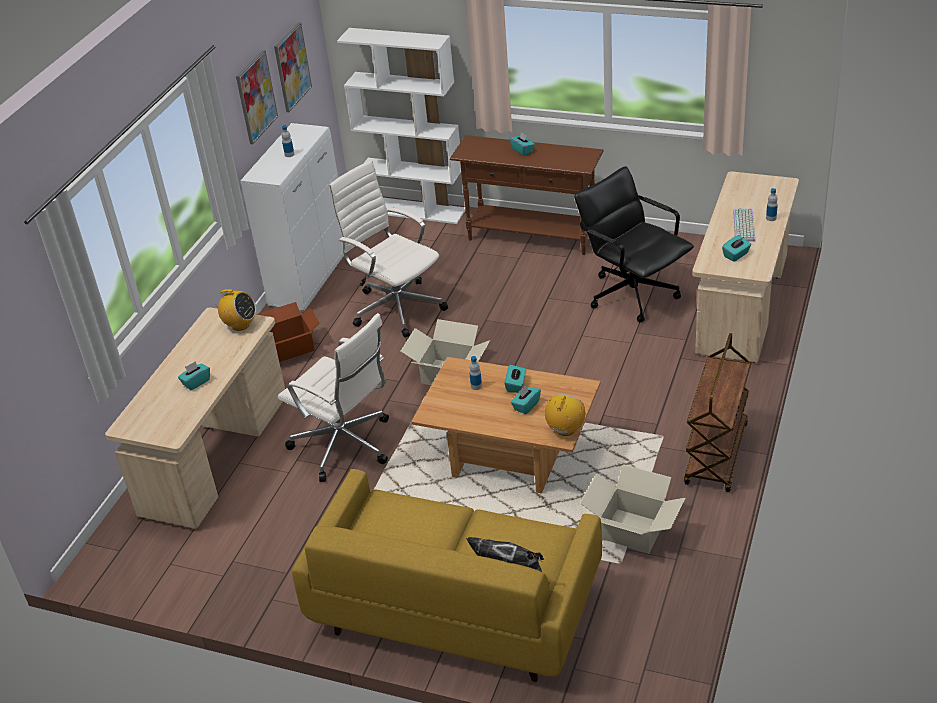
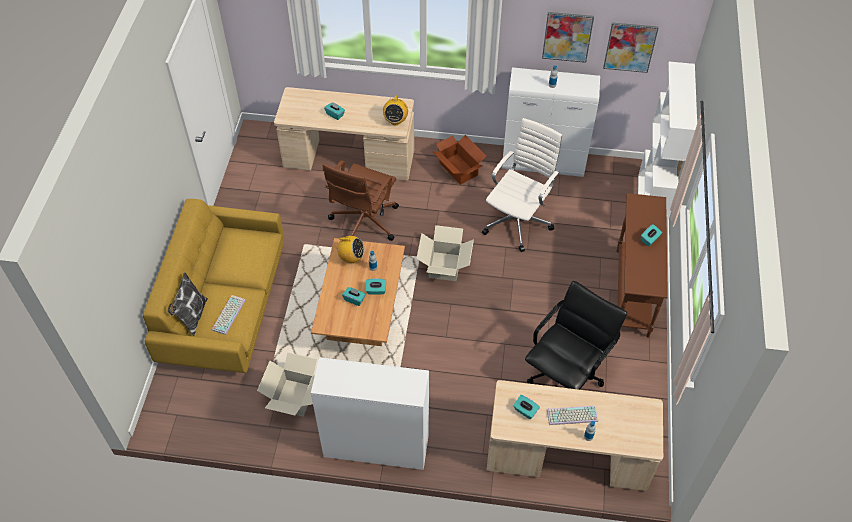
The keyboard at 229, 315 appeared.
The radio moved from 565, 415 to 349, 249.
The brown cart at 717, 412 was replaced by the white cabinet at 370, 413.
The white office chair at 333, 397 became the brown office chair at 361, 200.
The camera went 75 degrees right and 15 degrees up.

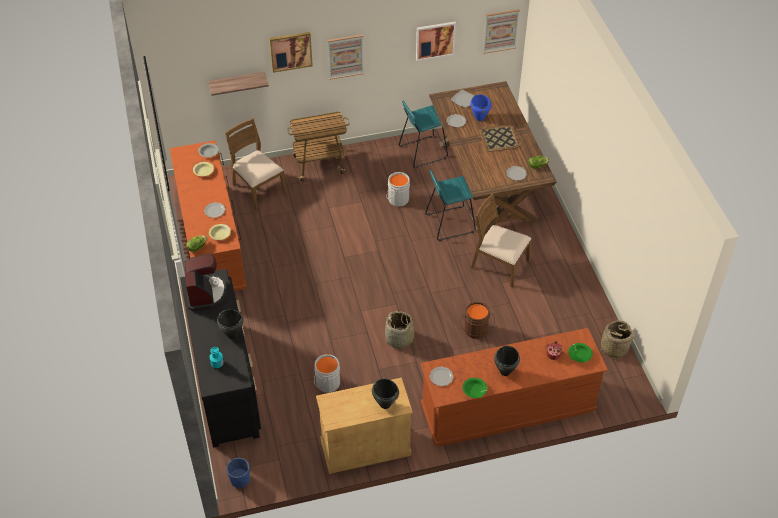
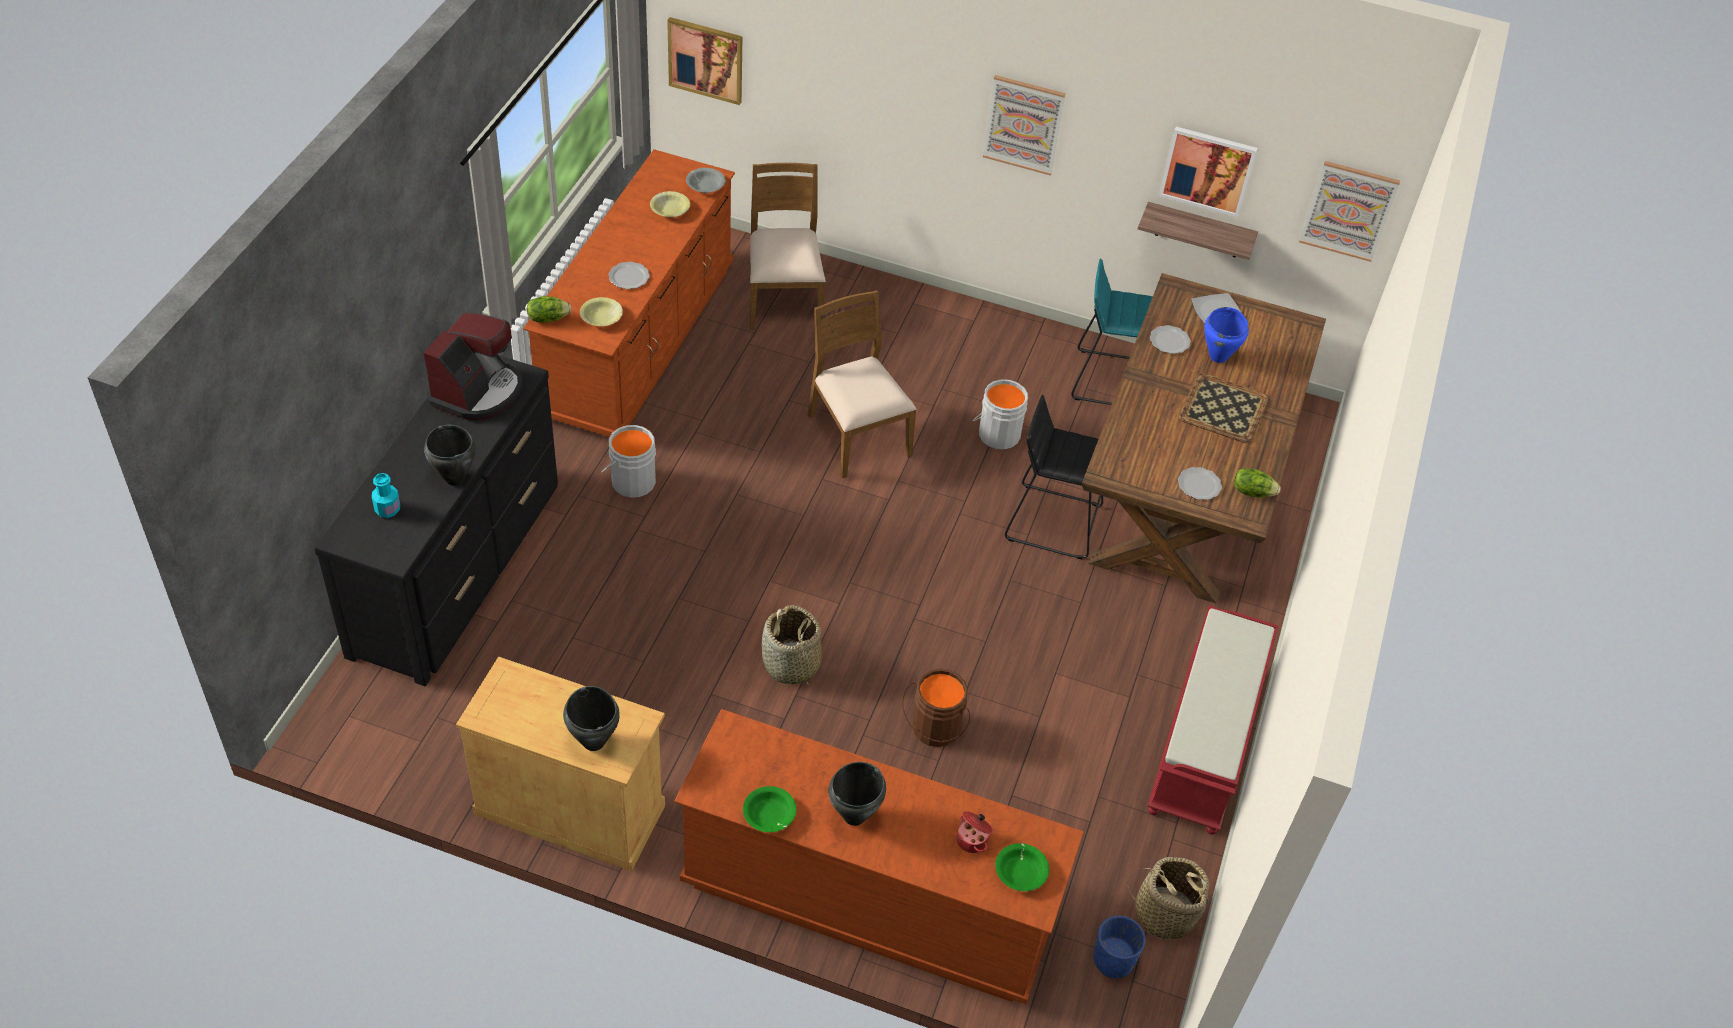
The cart at 318, 146 disappeared.
The plate at 441, 376 disappeared.
The red bench at 1212, 720 appeared.
The shelf moved from 238, 84 to 1198, 231.
The blue planter moved from 238, 473 to 1119, 947.
The picture moved from 291, 52 to 704, 61.
The grey bucket moved from 327, 373 to 628, 461.
The brown chair moved from 501, 240 to 862, 384.
The turquoise stool at 450, 205 became the black stool at 1054, 477.
The camera went 30 degrees right and 0 degrees up.

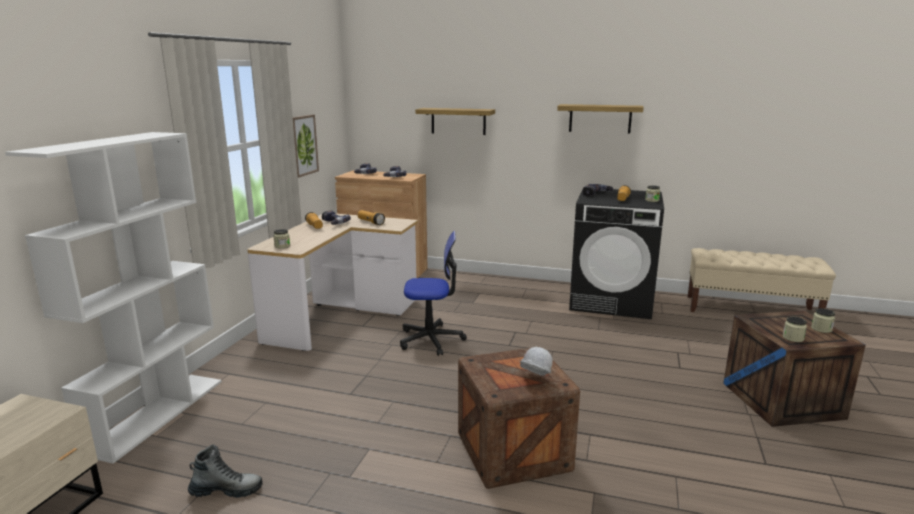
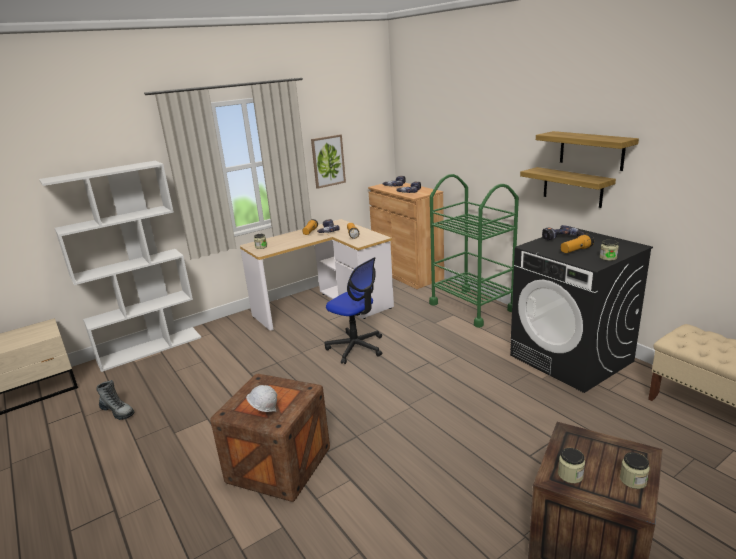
The green cart at 474, 251 appeared.
The shelf moved from 455, 121 to 568, 187.
The camera went 40 degrees right and 5 degrees up.

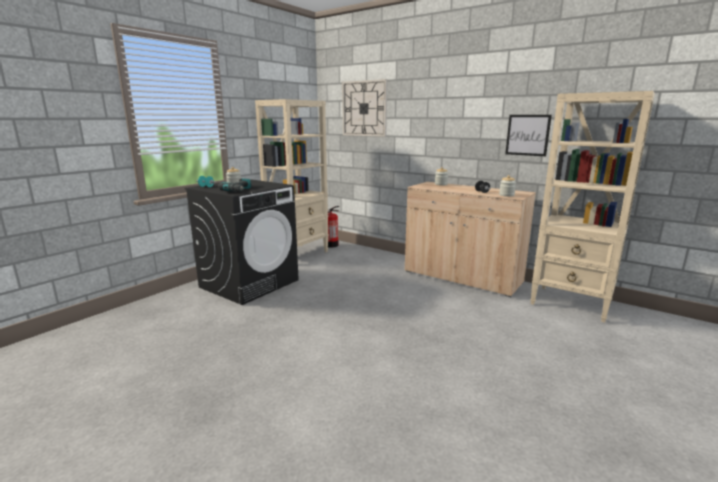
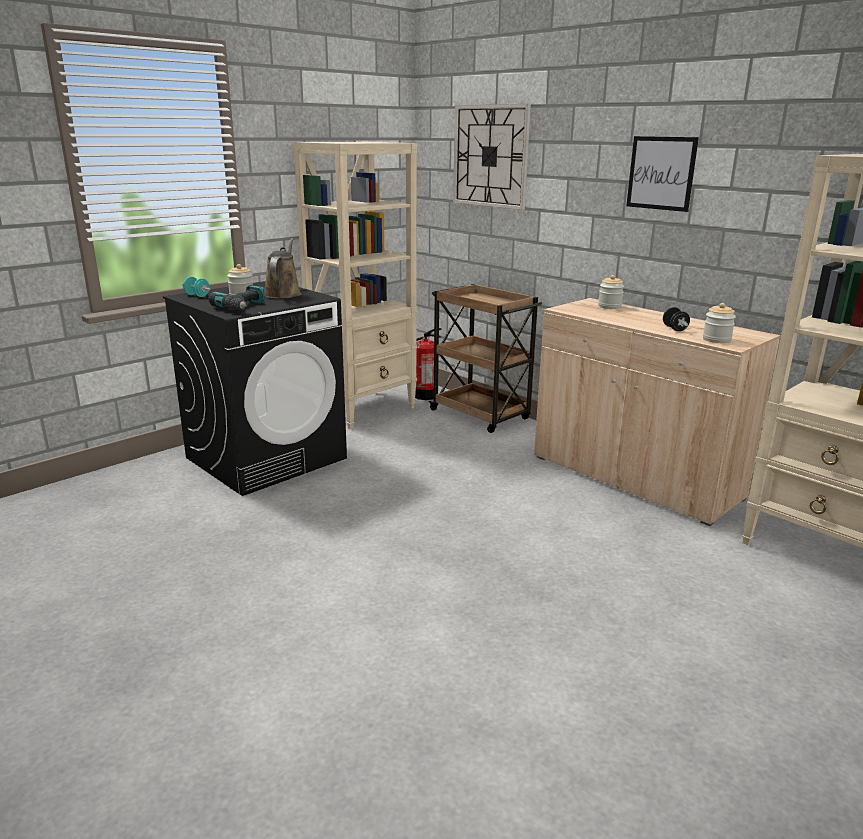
The brown watering can at 282, 268 appeared.
The brown cart at 485, 358 appeared.
The picture moved from 528, 135 to 662, 174.
The camera went 10 degrees right and 5 degrees up.

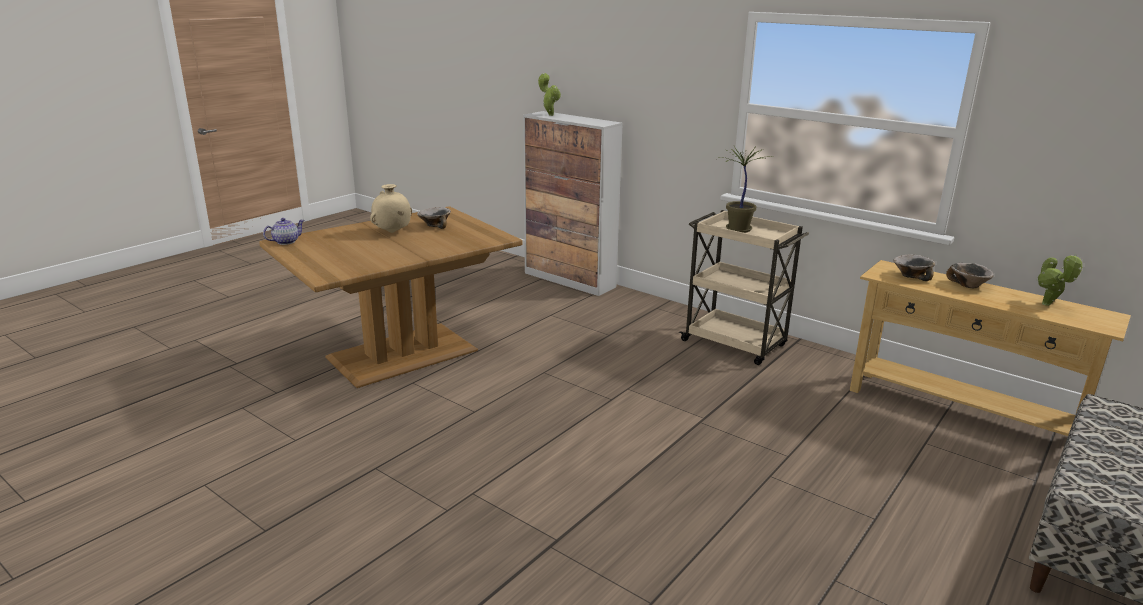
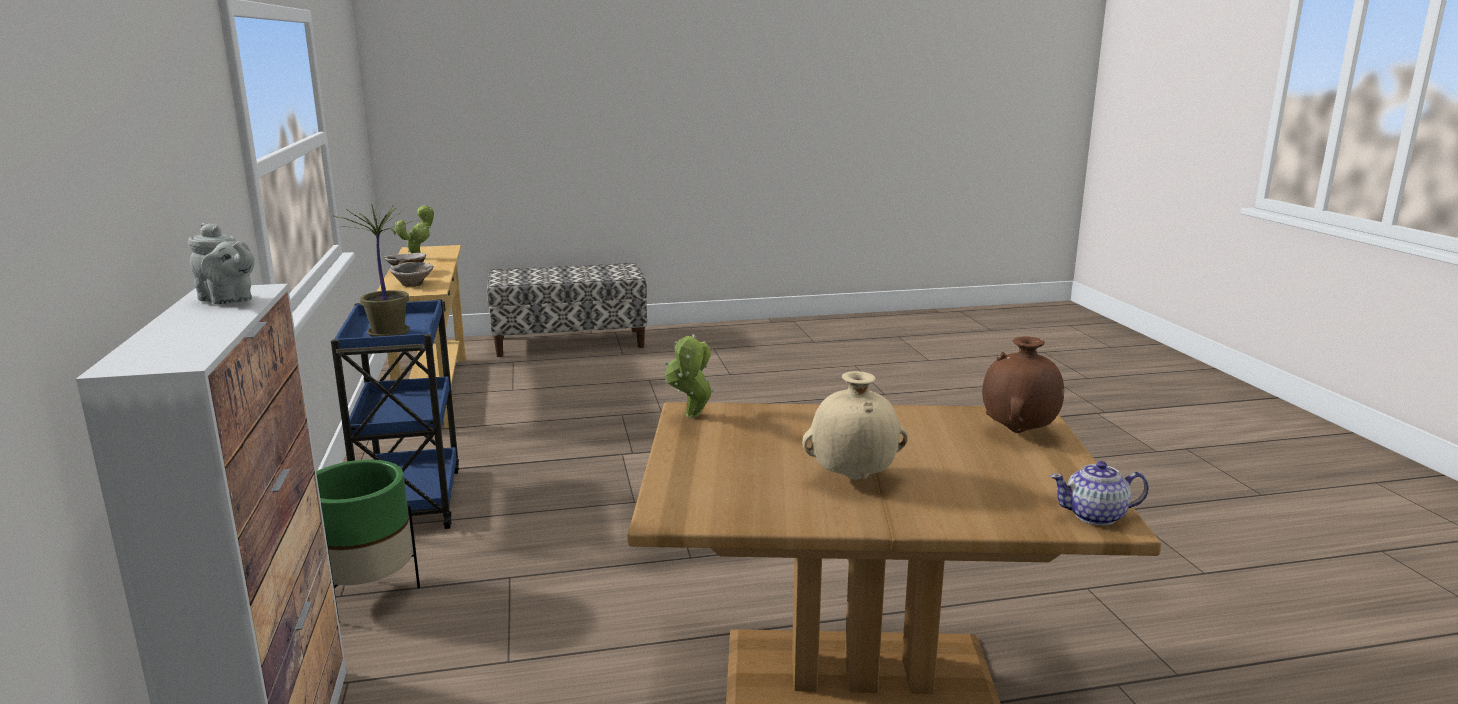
The bowl at 434, 218 disappeared.
The grey teapot at 221, 263 appeared.
The green planter at 368, 540 appeared.
The brown vase at 1023, 384 appeared.
The potted plant moved from 549, 94 to 689, 376.
The beige cart at 744, 287 became the blue cart at 395, 414.
The camera went 140 degrees left and 5 degrees down.

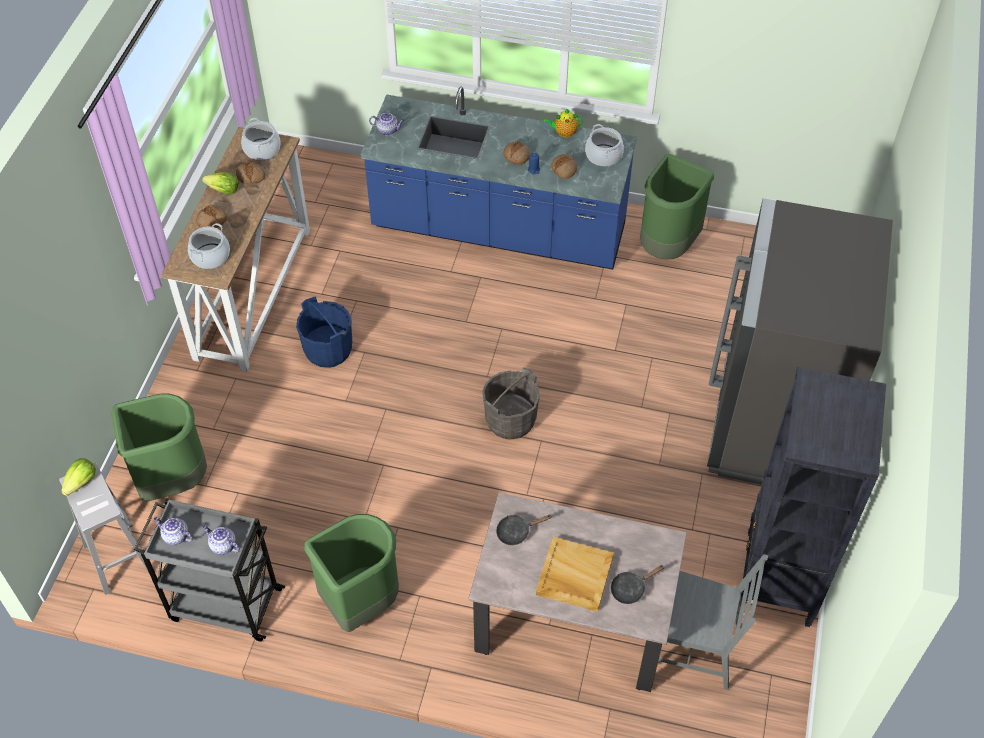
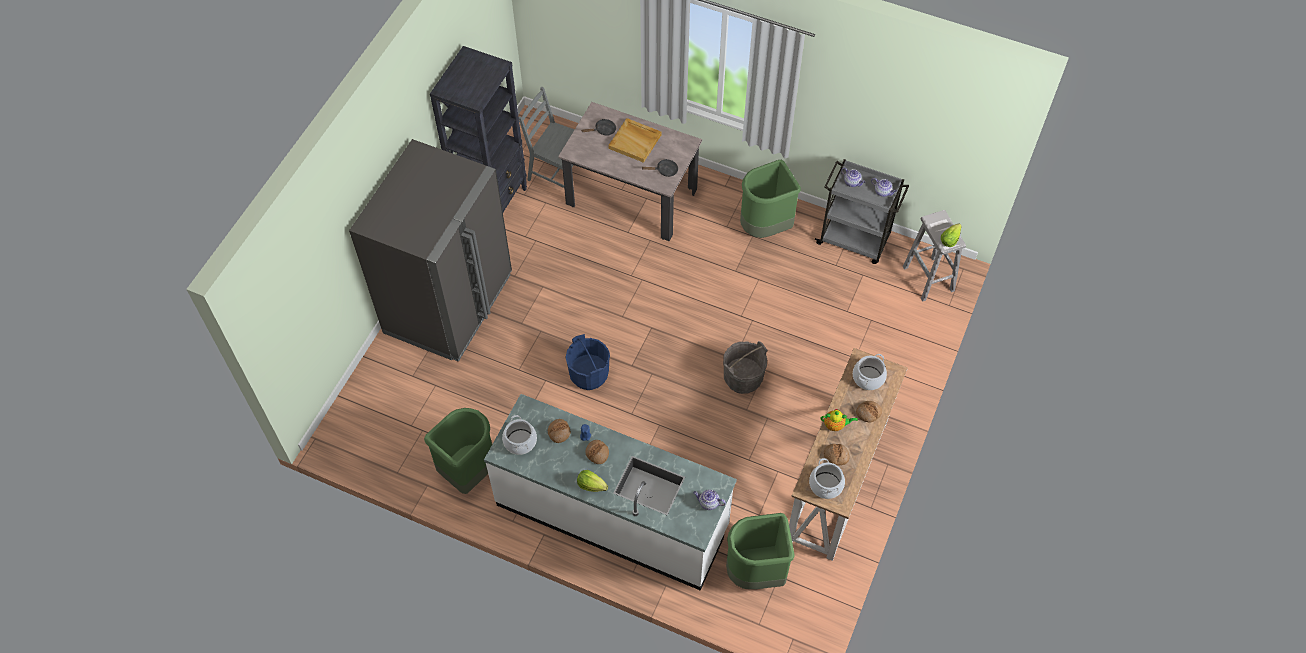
The green trash can moved from 159, 448 to 760, 551.
The lettuce moved from 220, 183 to 592, 481.
The blue bucket moved from 324, 332 to 587, 362.
The grey bucket moved from 511, 403 to 745, 367.
The teapot moved from 563, 123 to 839, 420.
The blue counter at 499, 178 became the white counter at 610, 492.
The camera went 170 degrees left and 5 degrees up.

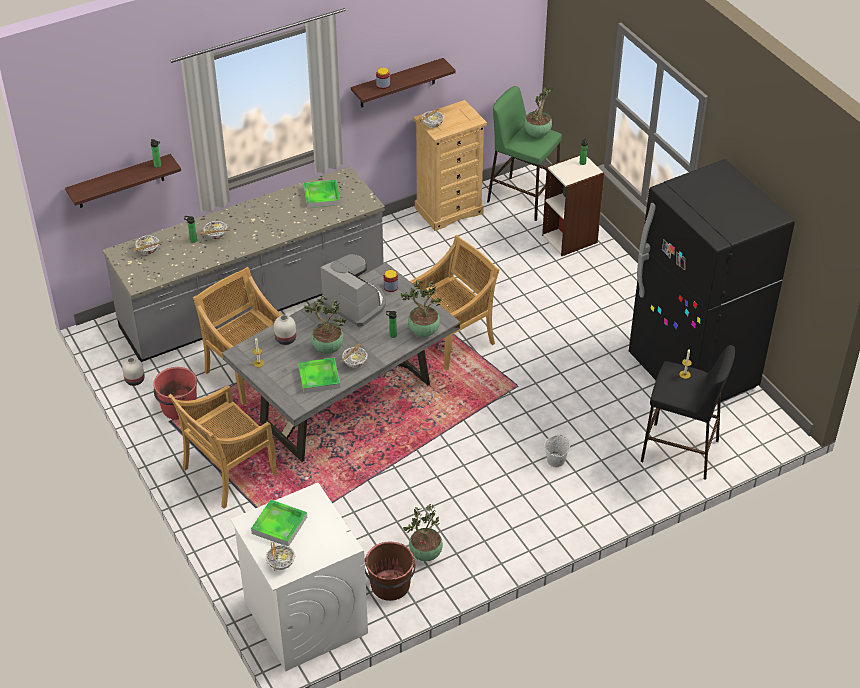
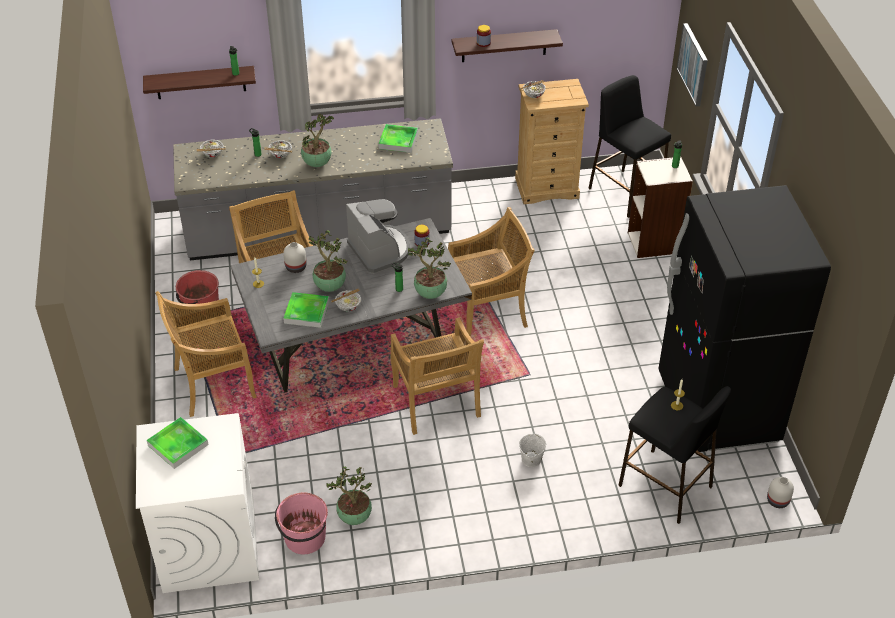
The bowl at 280, 556 disappeared.
The beige chair at 437, 376 appeared.
The picture at 692, 64 appeared.
The white vase moved from 133, 372 to 780, 492.
The potted plant moved from 538, 112 to 317, 140.
The brown bucket at 390, 571 became the pink bucket at 301, 523.
The green stool at 524, 153 became the black stool at 629, 146.
The camera went 20 degrees right and 0 degrees up.

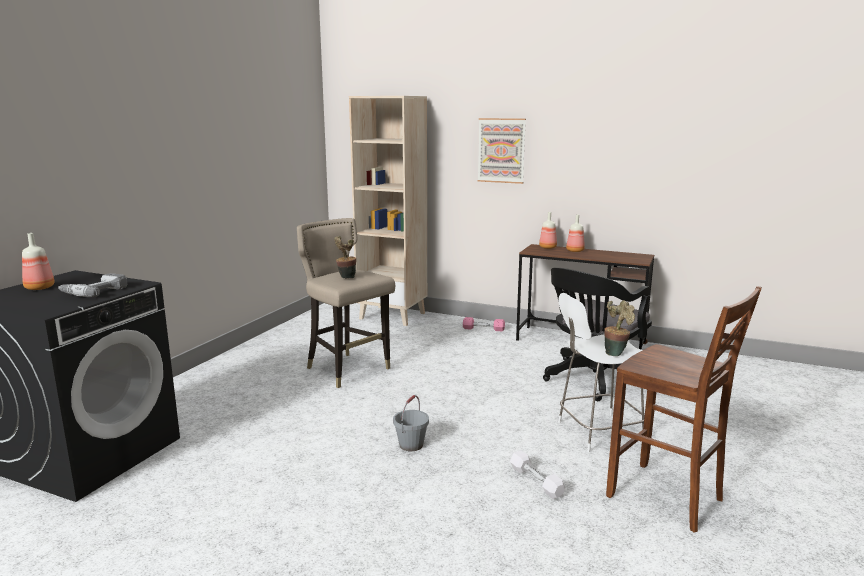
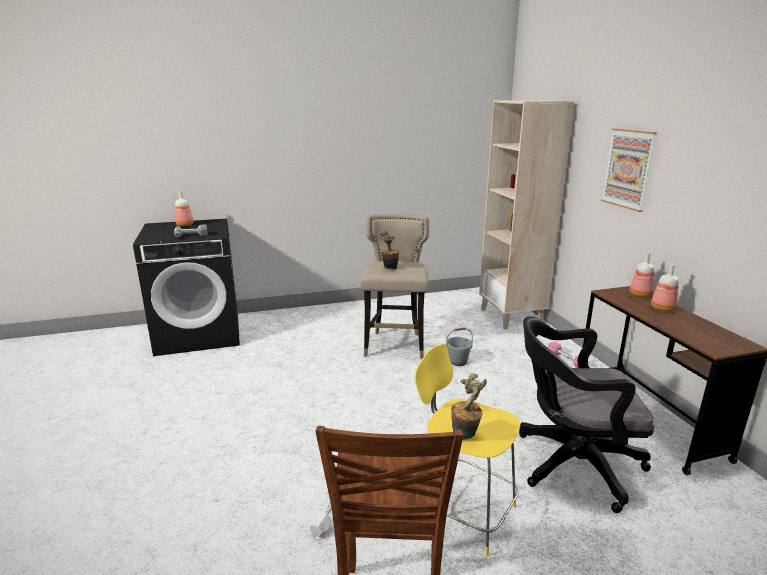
The grey bucket moved from 411, 423 to 459, 347.
The white stool at 601, 372 became the yellow stool at 467, 450.
The camera went 50 degrees right and 5 degrees up.

